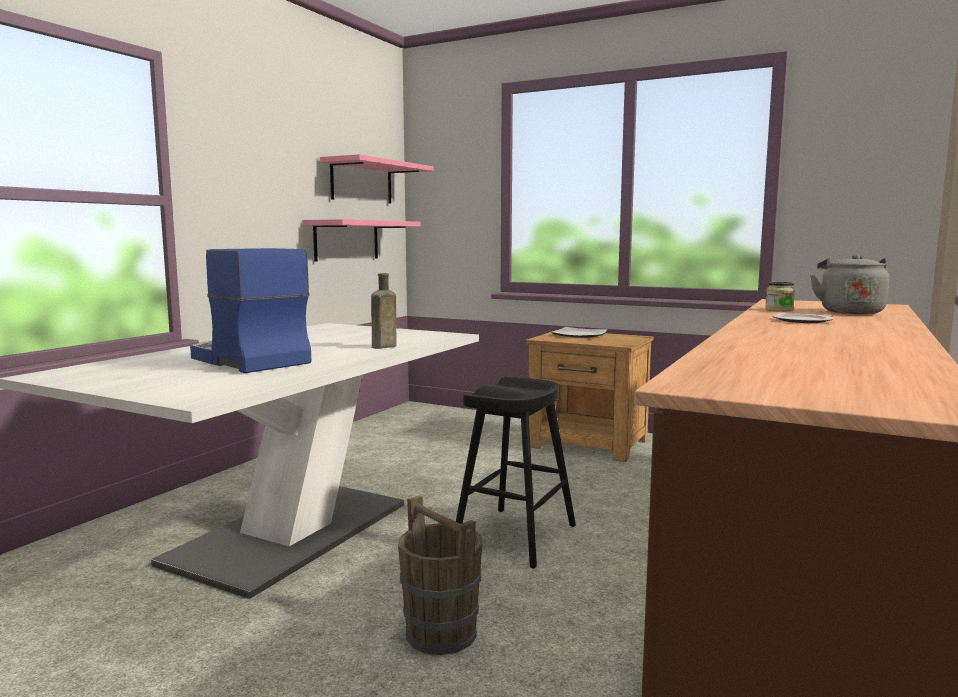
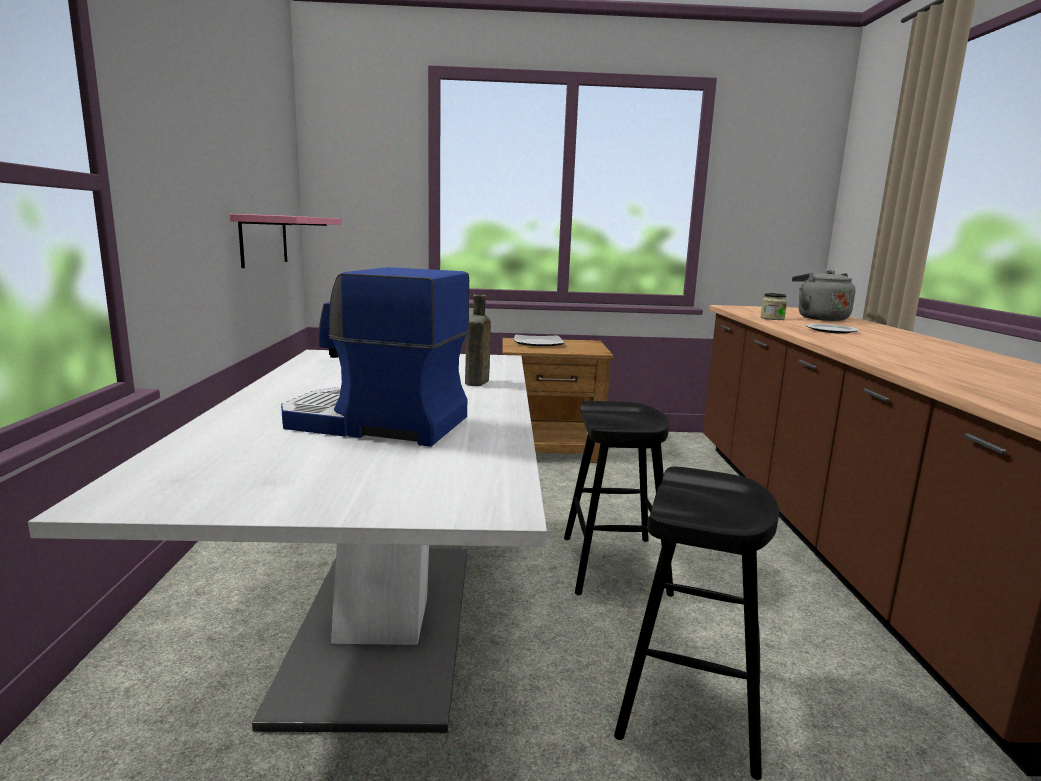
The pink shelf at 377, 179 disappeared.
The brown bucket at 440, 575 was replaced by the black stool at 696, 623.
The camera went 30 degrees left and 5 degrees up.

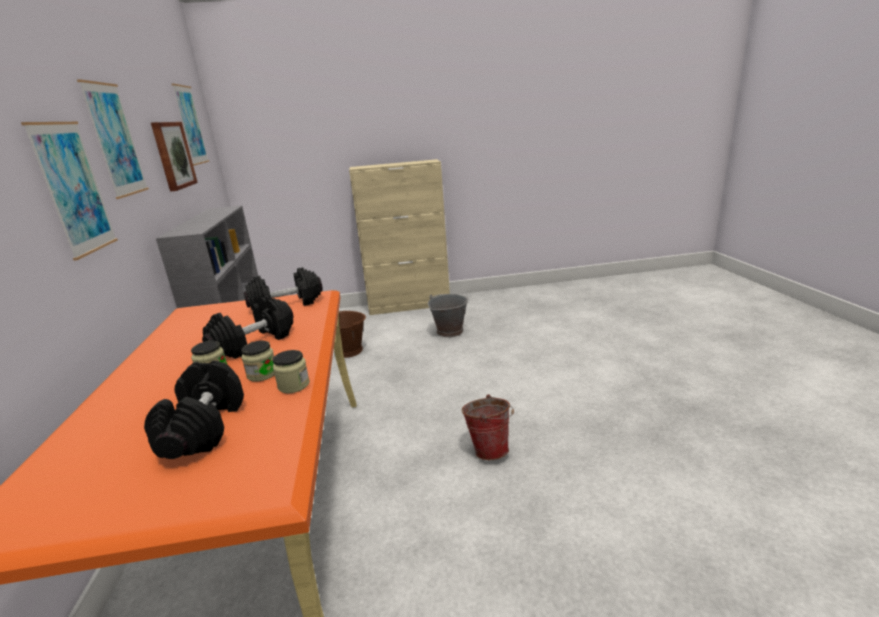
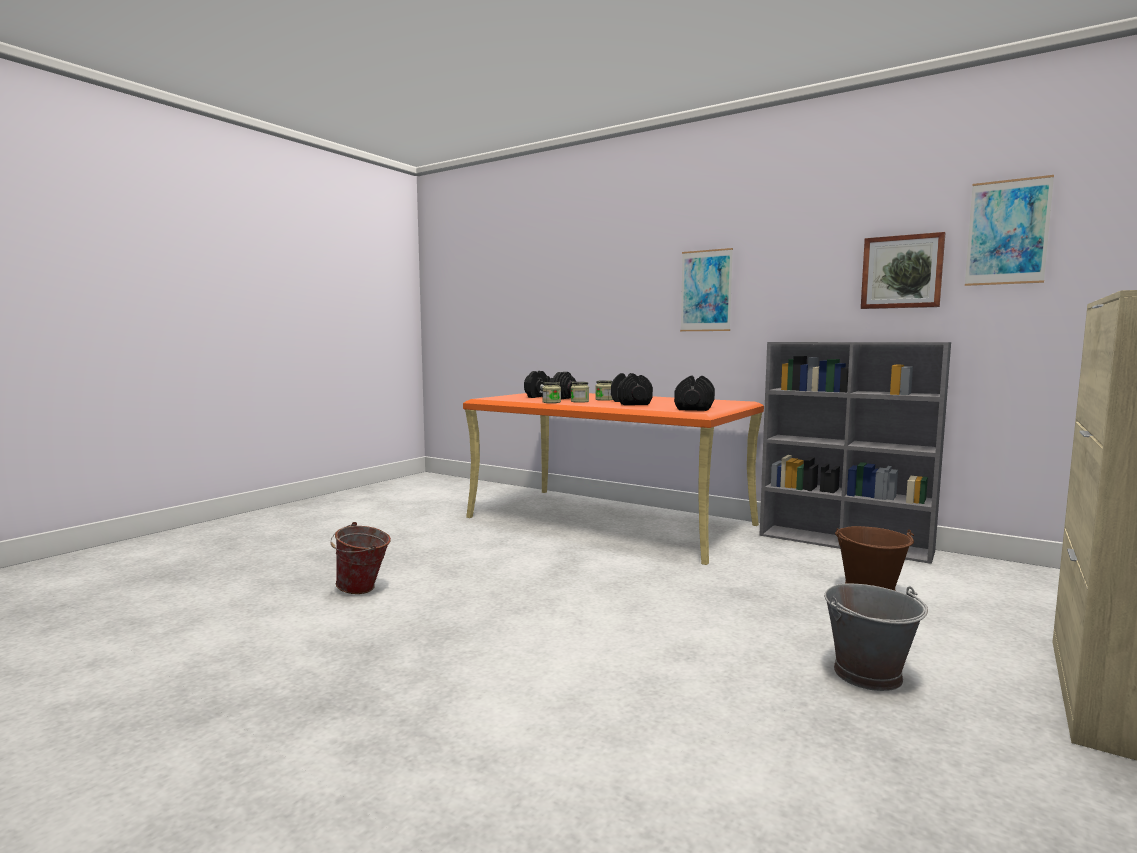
The picture at 113, 139 disappeared.
The bucket moved from 488, 427 to 360, 558.
The camera went 130 degrees right and 15 degrees down.

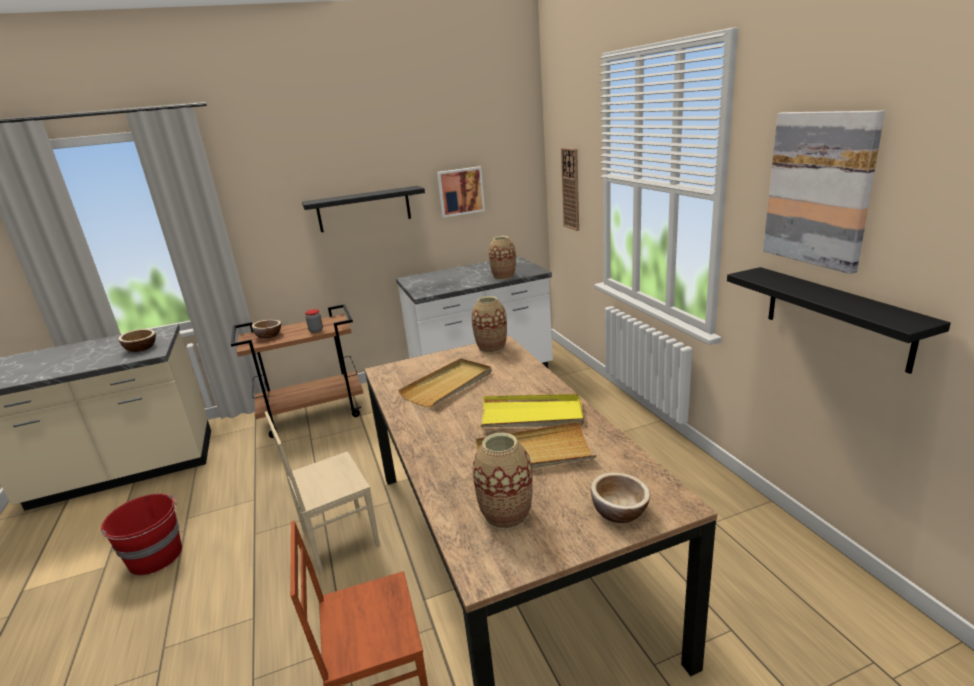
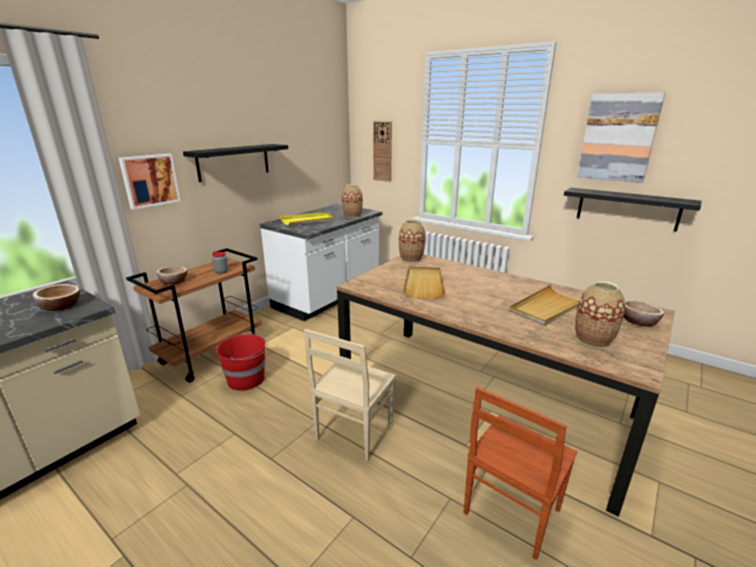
The red bucket moved from 141, 534 to 242, 362.
The picture moved from 461, 191 to 150, 182.
The yellow tray moved from 532, 410 to 307, 219.
The camera went 35 degrees left and 0 degrees up.

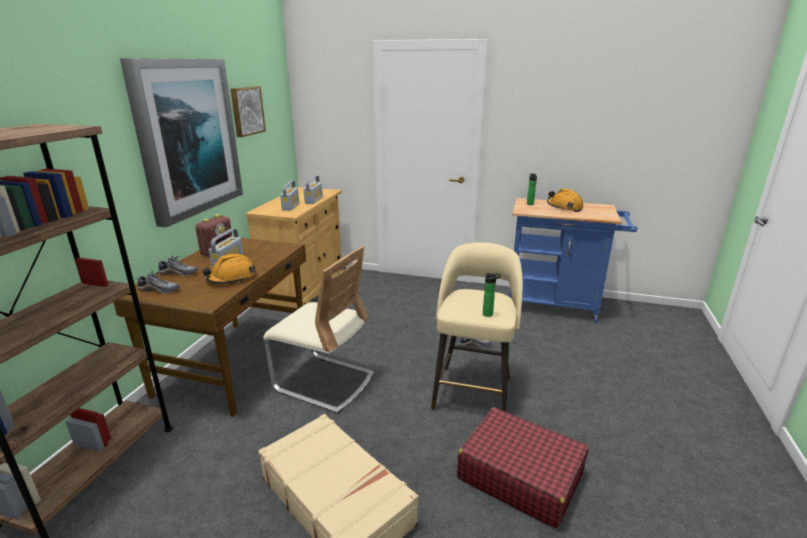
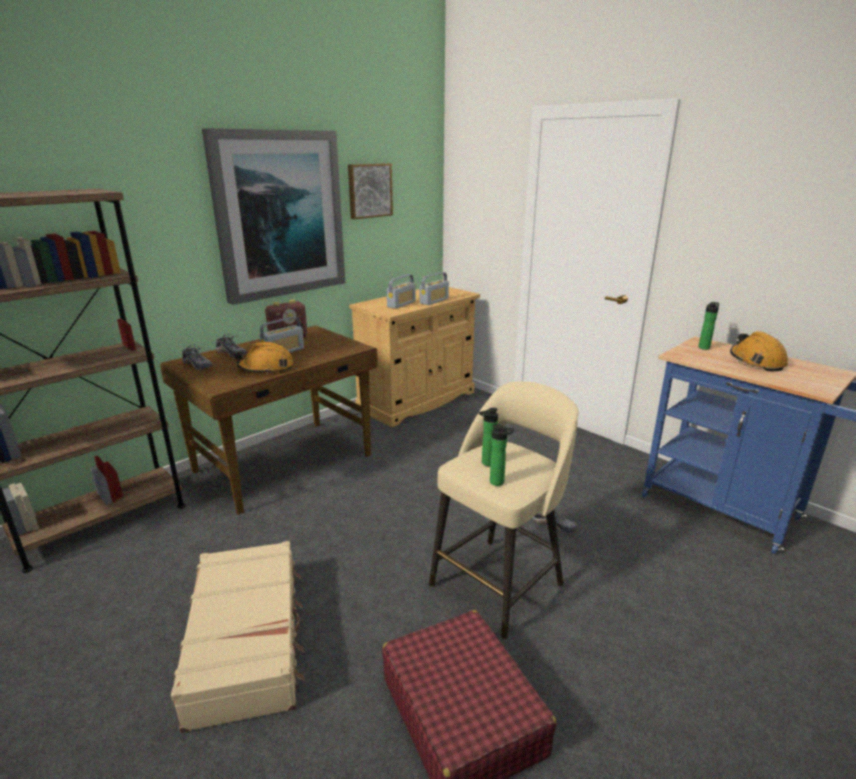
The beige chair at 318, 329 disappeared.
The bottle at 488, 437 appeared.
The camera went 30 degrees right and 0 degrees up.

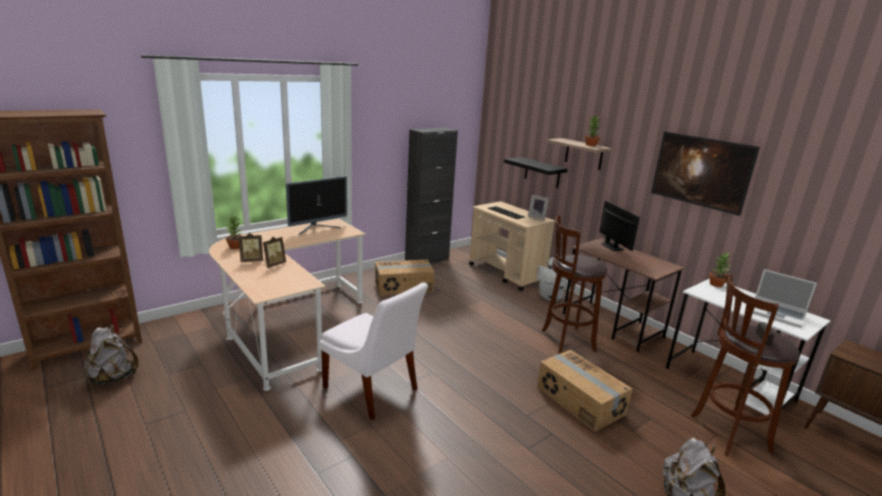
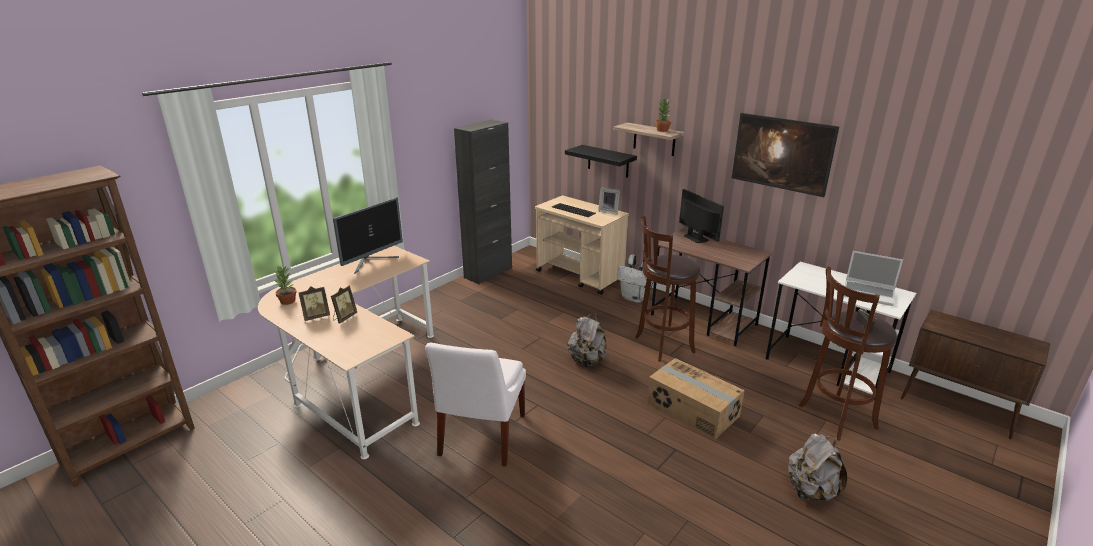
The cardboard box at 405, 277 disappeared.
The potted plant at 720, 270 disappeared.
The grey backpack moved from 111, 355 to 587, 340.
The white chair at 374, 351 turned 75 degrees clockwise.
The camera went 10 degrees left and 5 degrees up.

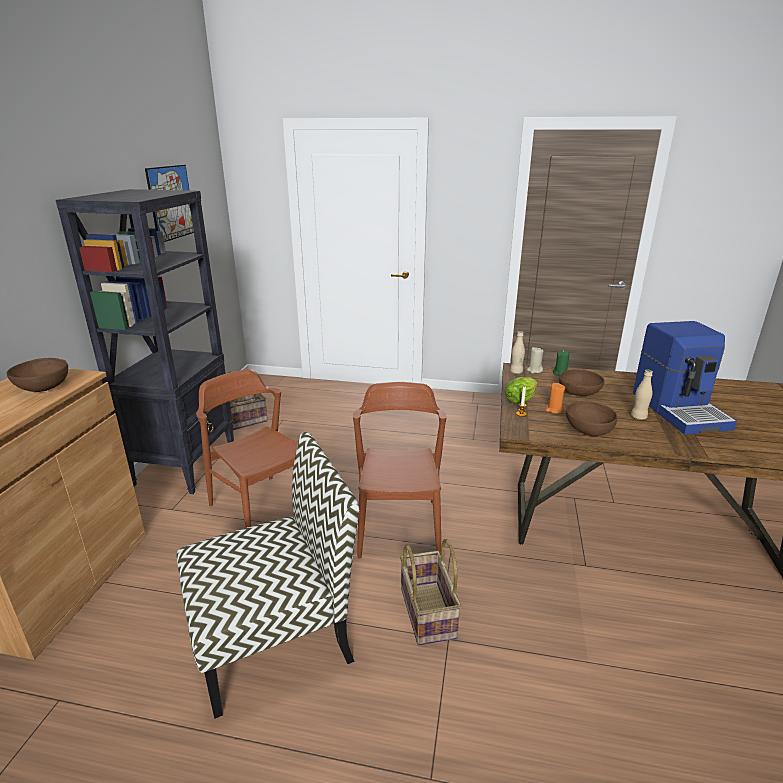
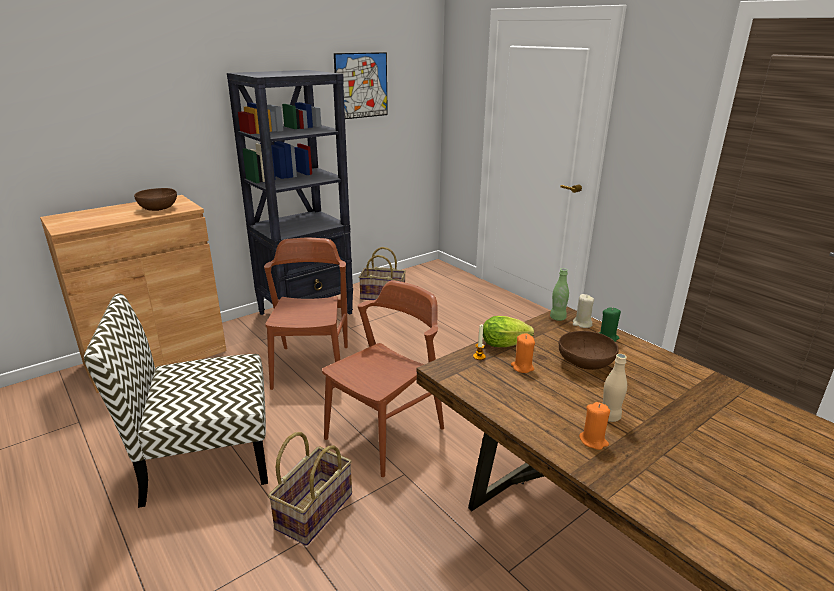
The brown bowl at 592, 418 disappeared.
The coffee machine at 685, 377 disappeared.
The orange candle at 594, 426 appeared.
The beige bottle at 517, 352 became the green bottle at 559, 294.
The chair at 268, 575 turned 150 degrees clockwise.
The camera went 40 degrees right and 0 degrees up.

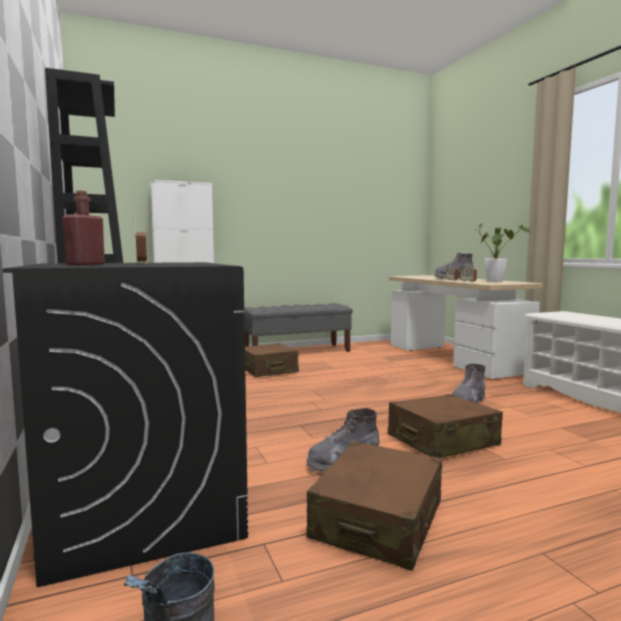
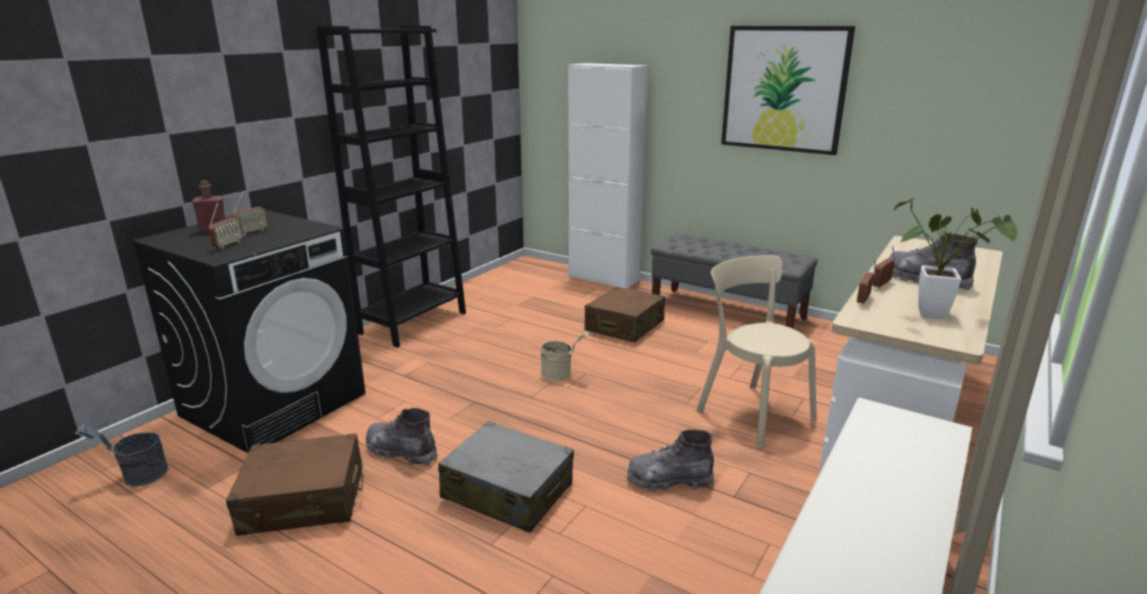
The radio at 226, 226 appeared.
The beige bucket at 566, 356 appeared.
The beige chair at 756, 352 appeared.
The picture at 788, 90 appeared.
The brown suitcase at 445, 426 became the grey suitcase at 506, 477.
The camera went 55 degrees right and 15 degrees up.

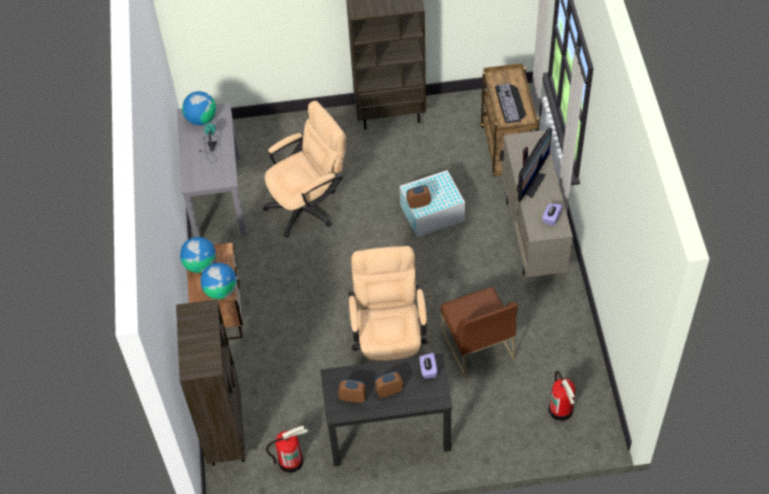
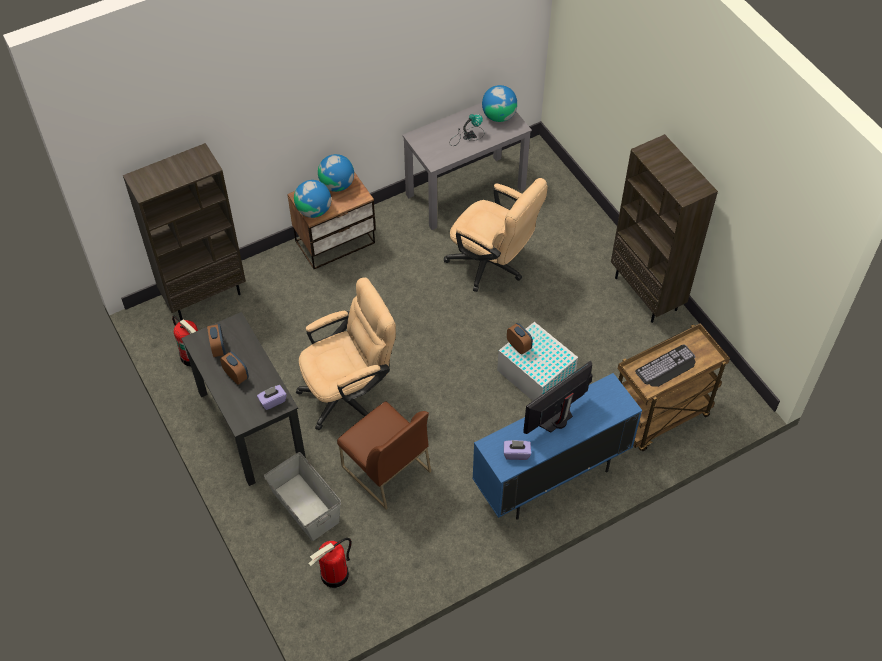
The grey storage box at 302, 496 appeared.
The beige cabinet at 536, 203 became the blue cabinet at 557, 446.
The brown chair at 479, 332 turned 90 degrees counterclockwise.
The monitor at 534, 165 turned 135 degrees clockwise.
The camera went 65 degrees right and 0 degrees up.

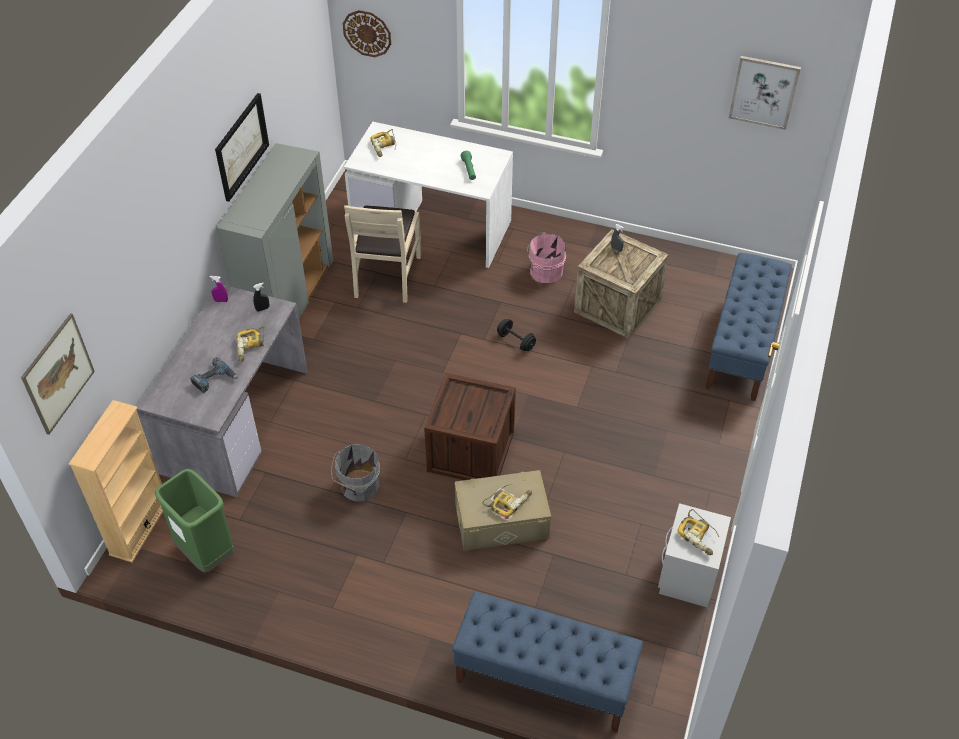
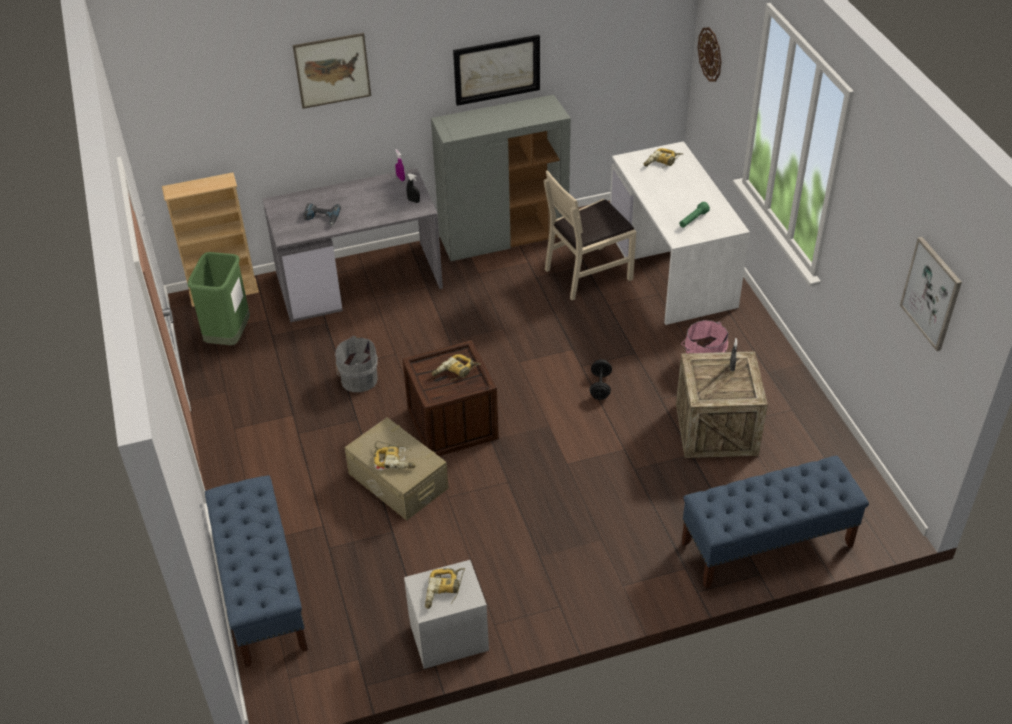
The picture moved from 58, 374 to 332, 71.
The power drill moved from 251, 344 to 456, 367.
The camera went 55 degrees right and 5 degrees down.

